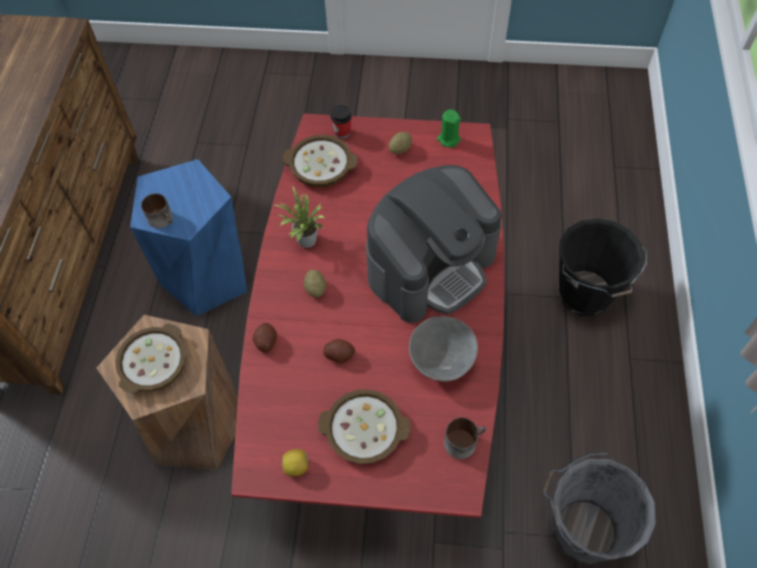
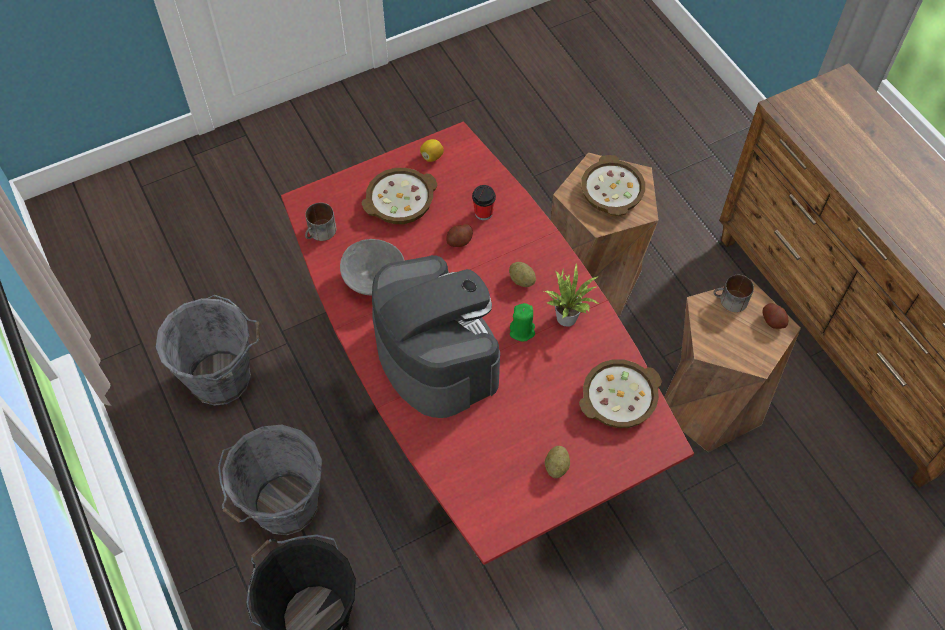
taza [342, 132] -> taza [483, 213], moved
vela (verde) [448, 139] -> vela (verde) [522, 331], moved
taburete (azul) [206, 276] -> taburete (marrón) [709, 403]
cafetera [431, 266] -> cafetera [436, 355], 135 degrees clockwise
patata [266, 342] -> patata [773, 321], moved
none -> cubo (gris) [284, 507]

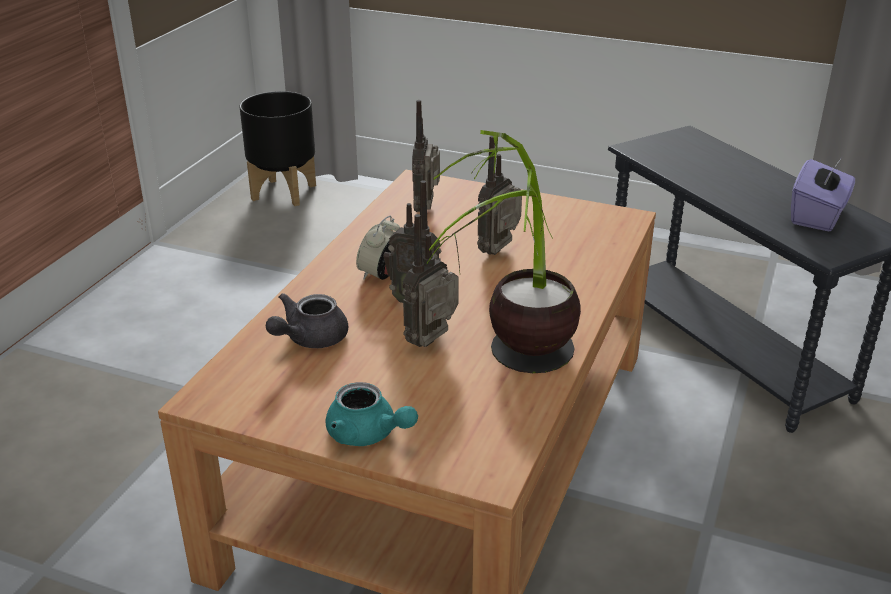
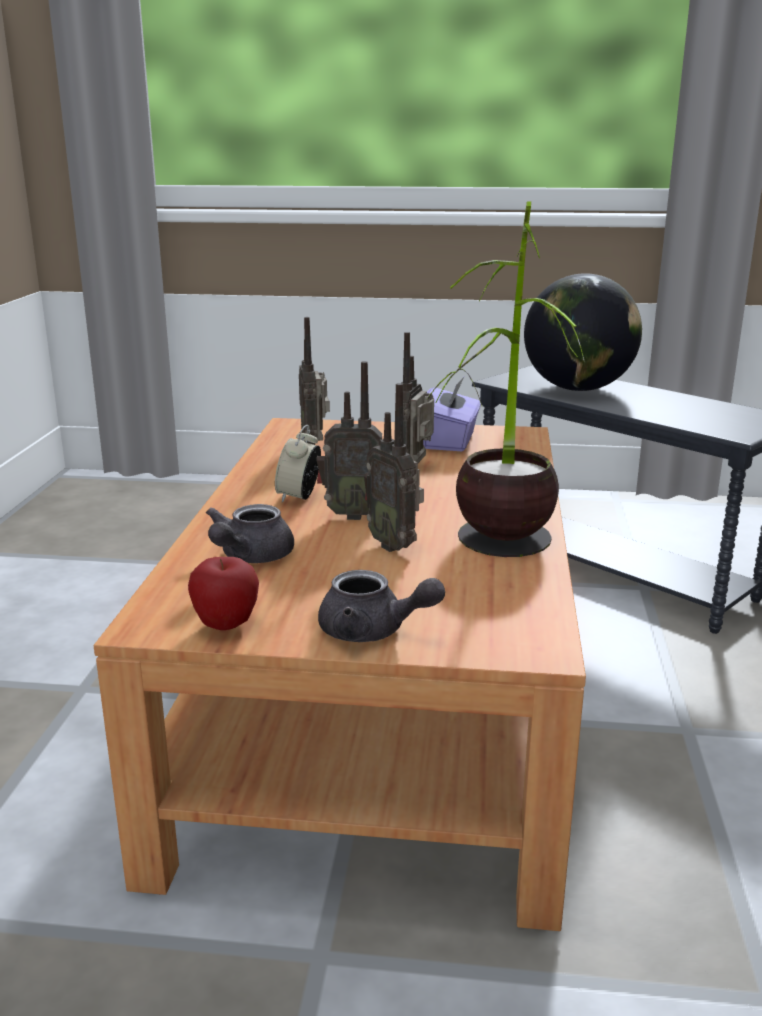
maceta (negro) [284, 192] -> none
caja de pañuelos (morado) [818, 216] -> caja de pañuelos (morado) [450, 441], moved
radio [433, 343] -> radio [394, 545], 60 degrees counterclockwise
tetera (turquesa) [368, 434] -> tetera (gris) [373, 631]
none -> globo terráqueo [577, 389]
none -> manzana [226, 625]

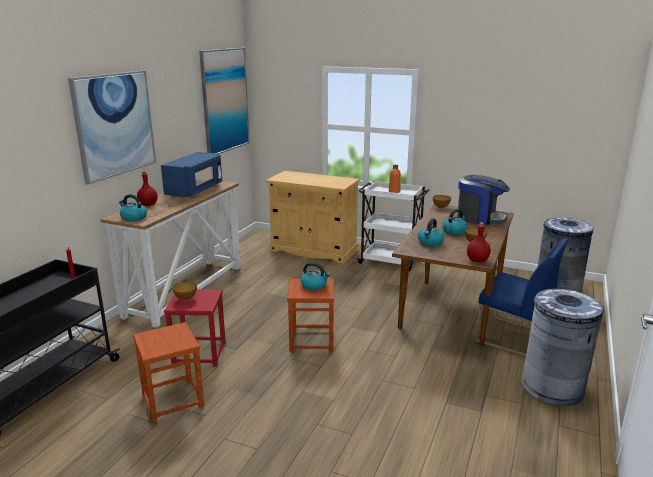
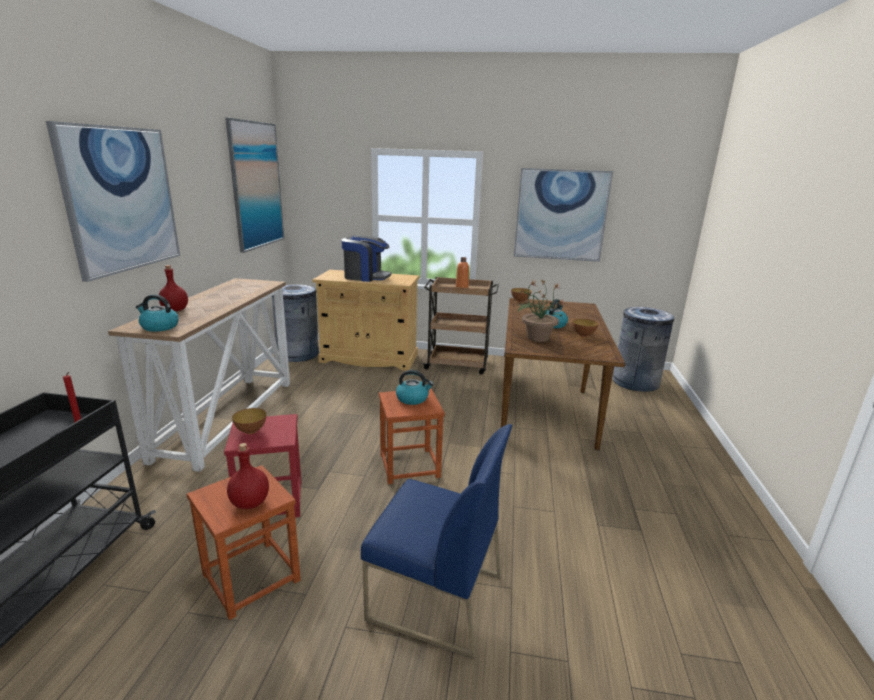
microondas (azul) [195, 190] -> none
cafetera [480, 218] -> cafetera [366, 277], moved
carrito (blanco) [390, 261] -> carrito (marrón) [458, 365]
hervidor [430, 242] -> planta en maceta [537, 338]
botella (rojo) [477, 260] -> botella (rojo) [249, 503], moved
silla (azul) [514, 338] -> silla (azul) [434, 597], moved
papelera (gris) [552, 387] -> papelera (gris) [298, 354], moved
none -> cuadro [561, 215]

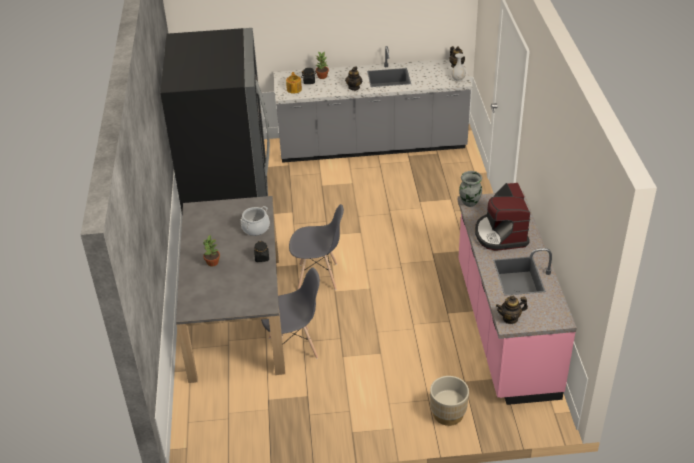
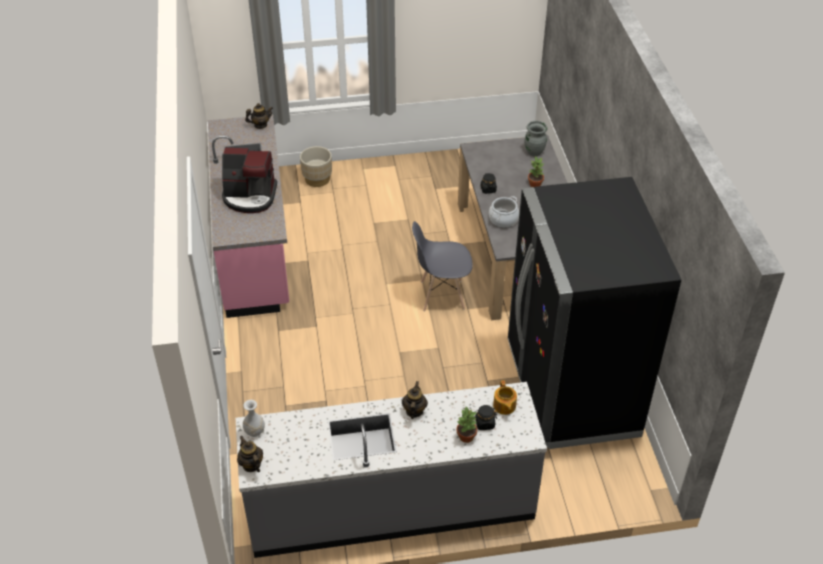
florero (gris) [469, 203] -> florero (gris) [534, 152], moved
cafetera [501, 234] -> cafetera [250, 196], 105 degrees clockwise
silla (gris) [293, 347] -> none

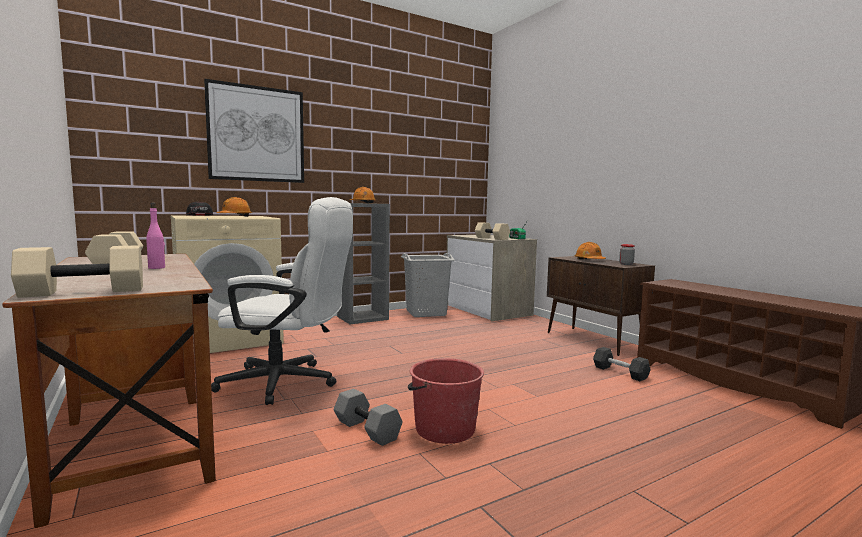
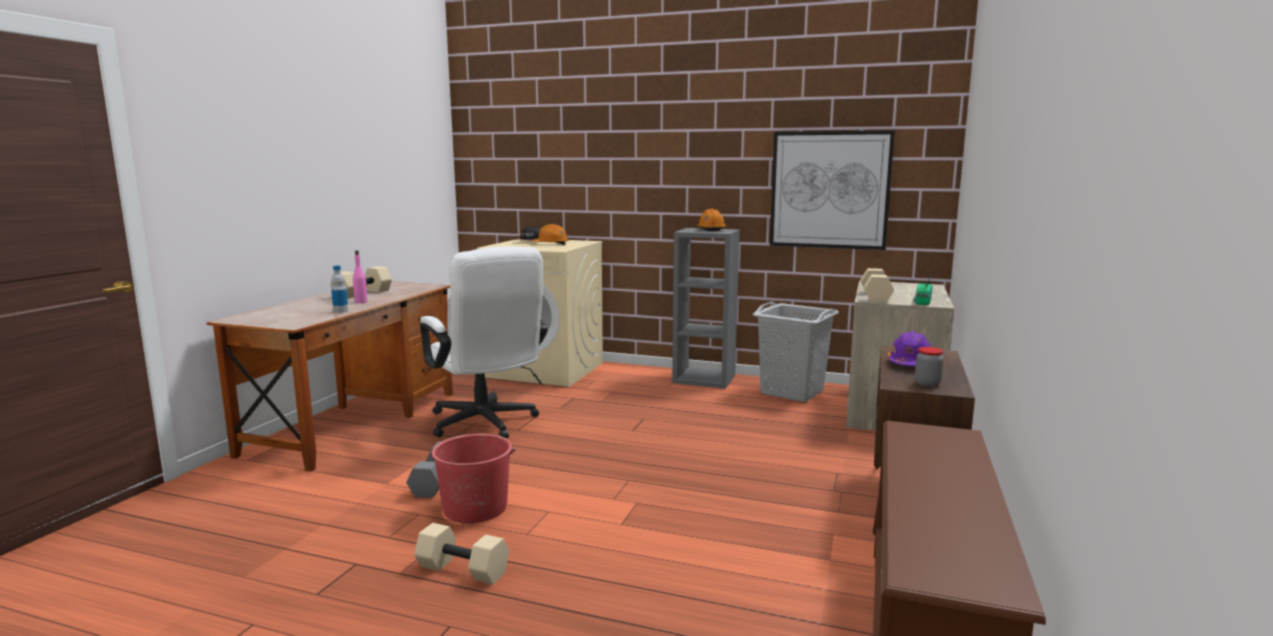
cuadro [256, 134] -> cuadro [829, 190], moved
casco (naranja) [589, 260] -> casco (morado) [909, 364]
mancuerna (beis) [83, 292] -> mancuerna (beis) [461, 570], moved
mancuerna (negro) [620, 372] -> none
none -> botella [340, 311]

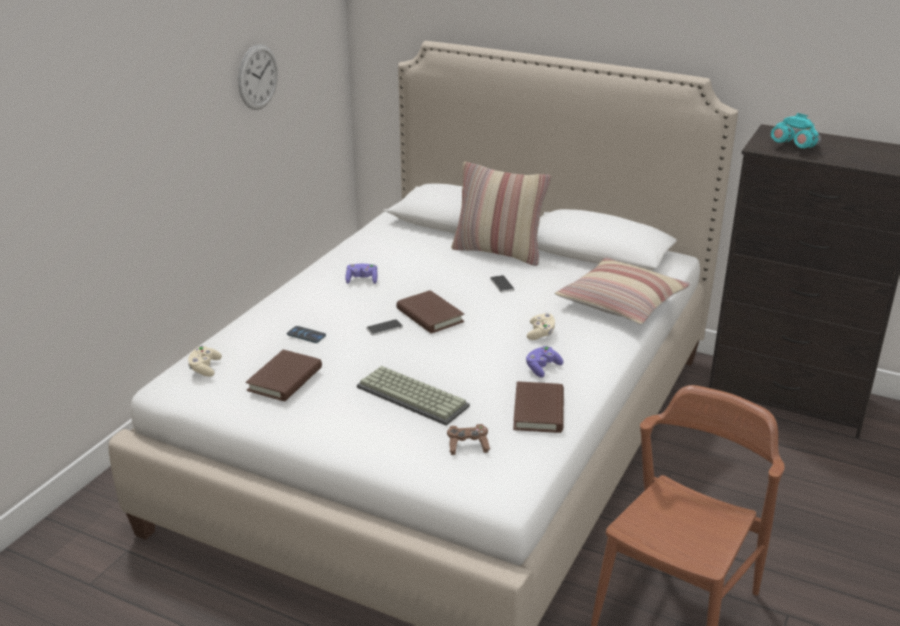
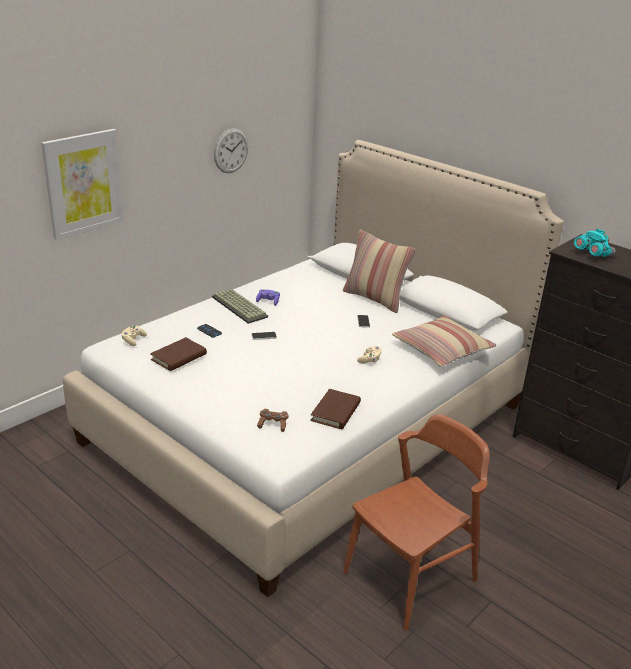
libro (marrón) [429, 315] -> none
mando de consola (morado) [542, 368] -> none
teclado [414, 396] -> teclado [241, 307], moved
none -> cuadro [83, 183]

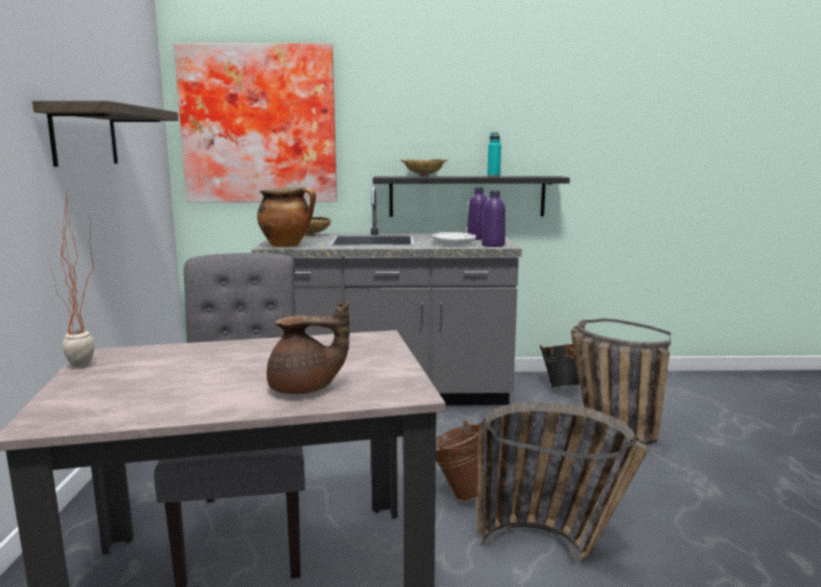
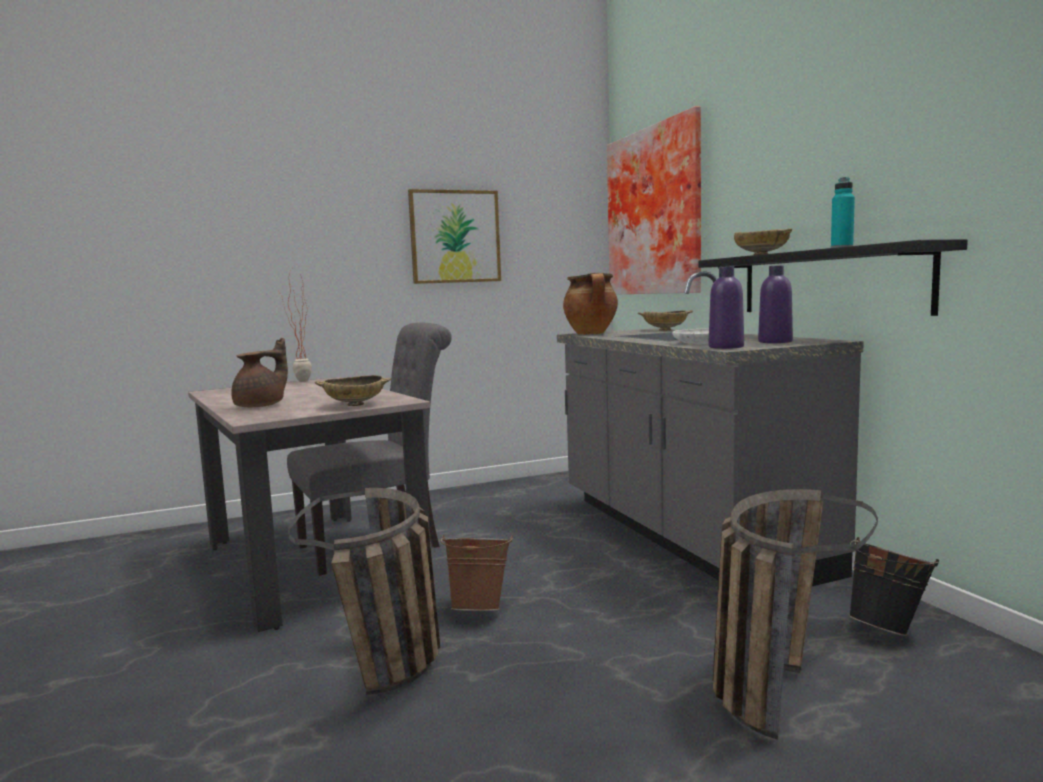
estante [84, 136] -> cuadro [455, 237]
tetera (marrón) [305, 389] -> tetera (marrón) [262, 405], 120 degrees counterclockwise
none -> cuenco (beis) [355, 405]

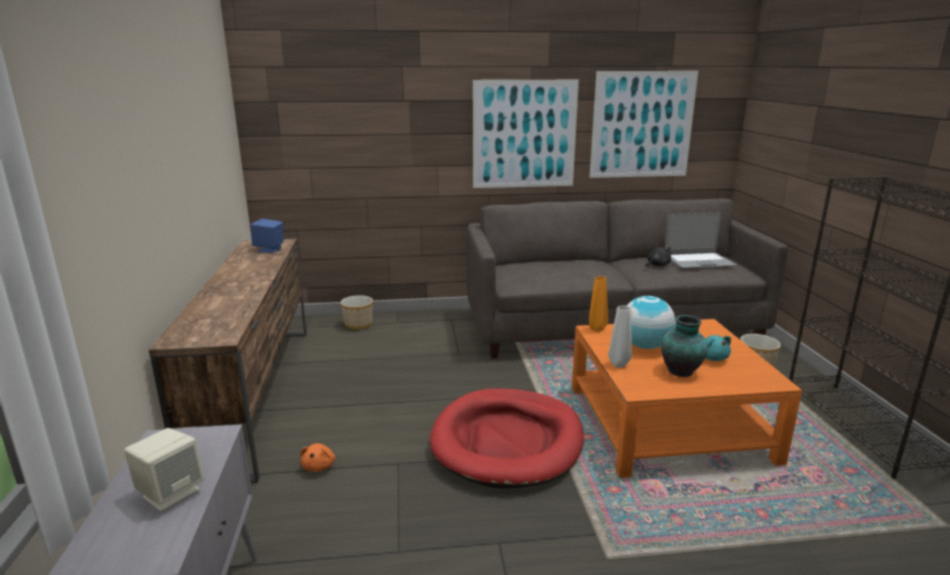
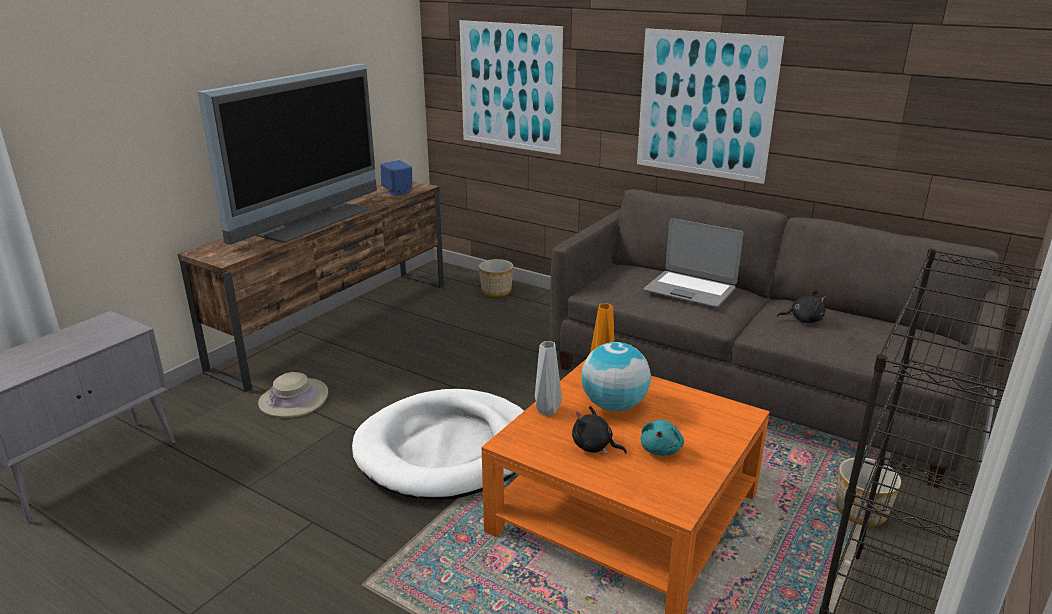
cuadro [642, 125] -> cuadro [510, 86], moved
portátil [698, 261] -> portátil [690, 290], moved
florero [681, 372] -> peluche (negro) [594, 447]
cama para perro (rojo) [507, 441] -> cama para perro (blanco) [447, 449]
altavoz (beis) [171, 493] -> none
peluche (naranja) [319, 466] -> sombrero (beis) [294, 399]
none -> televisor [311, 221]

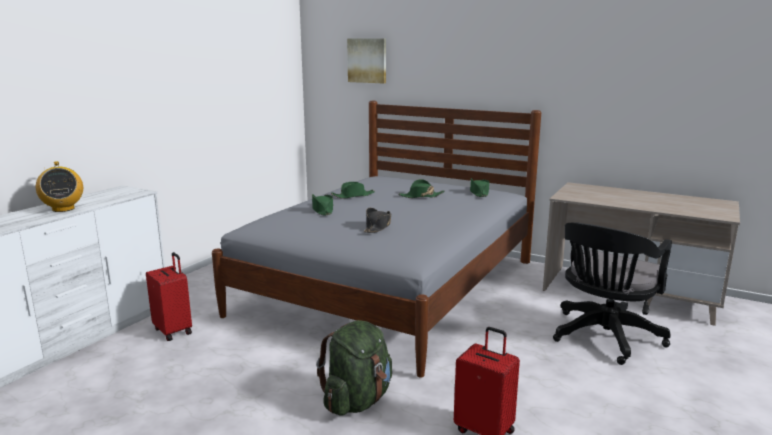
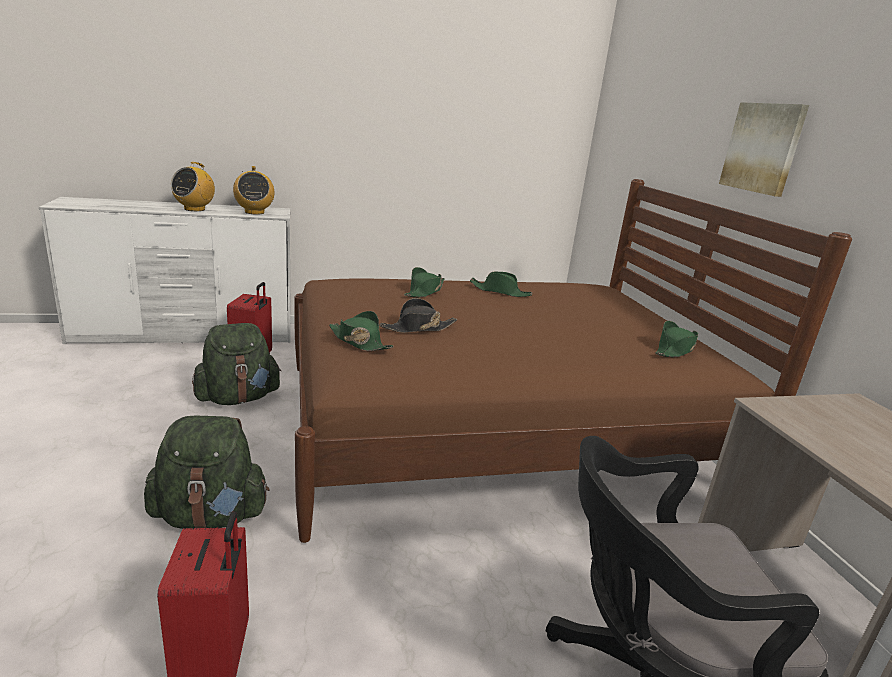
cuadro [367, 60] -> cuadro [763, 148], moved
cama (gris) [390, 287] -> cama (marrón) [494, 428]
sombrero (verde) [421, 196] -> sombrero (verde) [359, 341], moved
none -> radio [254, 212]
none -> mochila (verde) [238, 398]

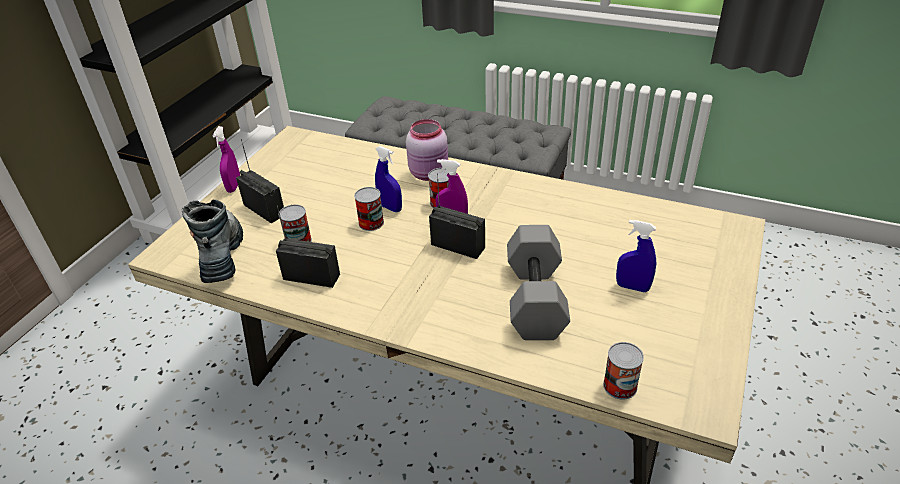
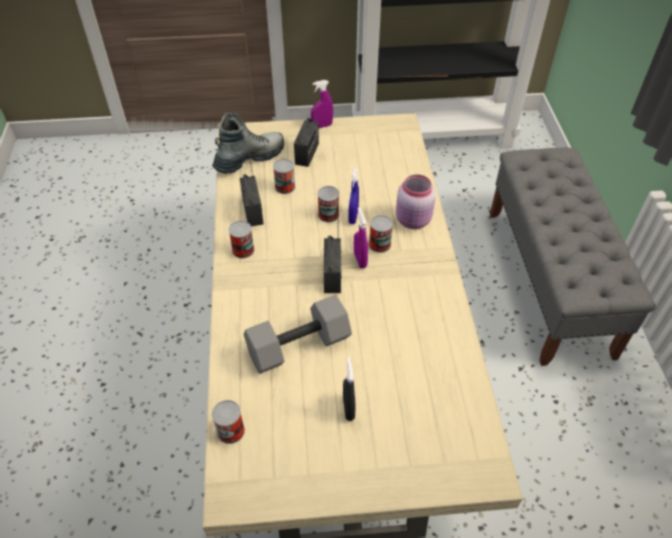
pulverizador (azul) [632, 287] -> pulverizador (negro) [348, 408]
none -> lata [243, 250]

